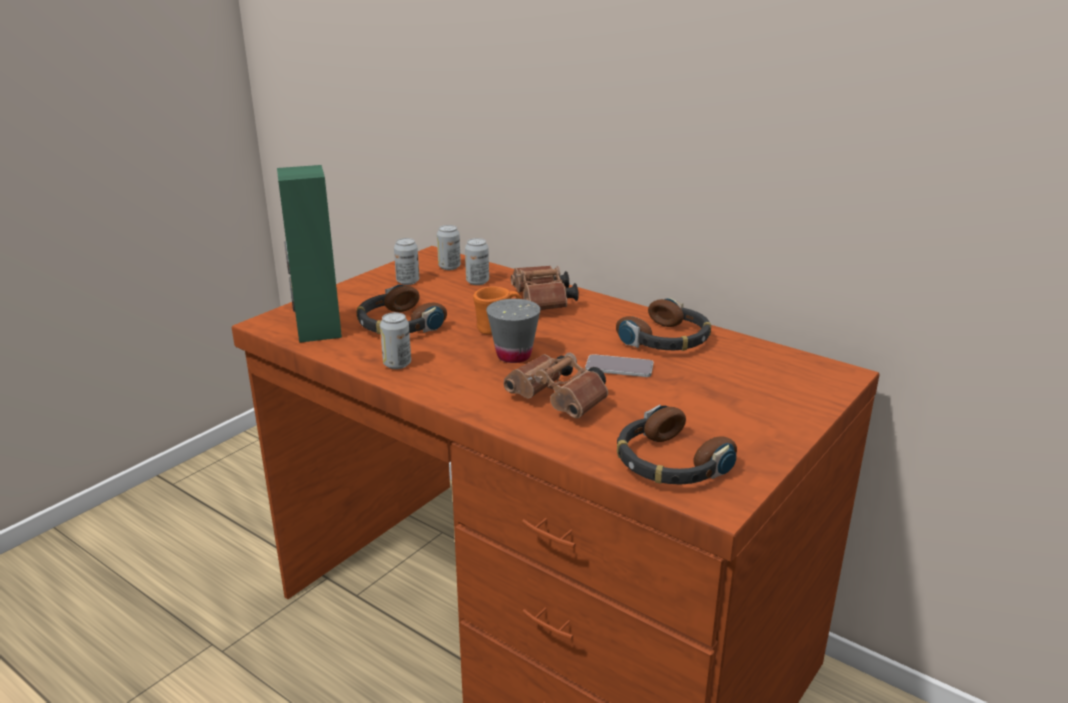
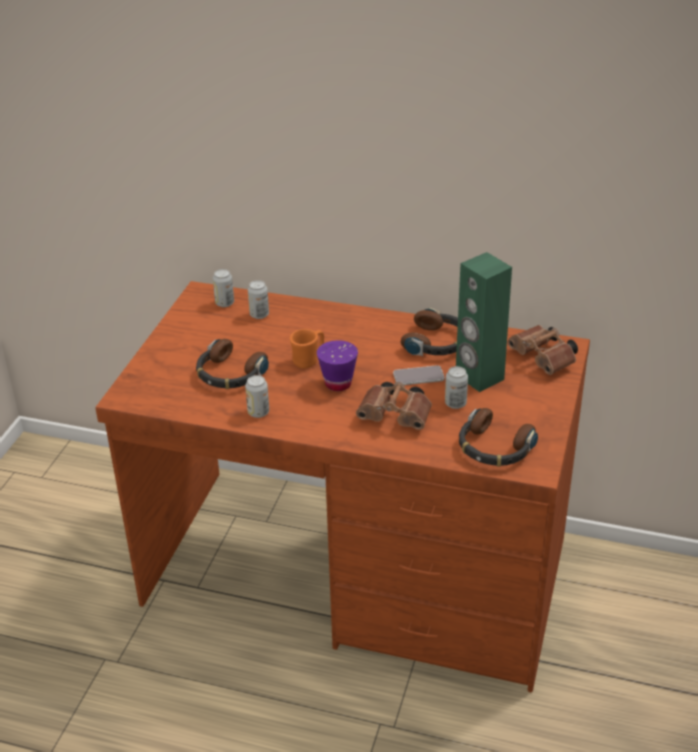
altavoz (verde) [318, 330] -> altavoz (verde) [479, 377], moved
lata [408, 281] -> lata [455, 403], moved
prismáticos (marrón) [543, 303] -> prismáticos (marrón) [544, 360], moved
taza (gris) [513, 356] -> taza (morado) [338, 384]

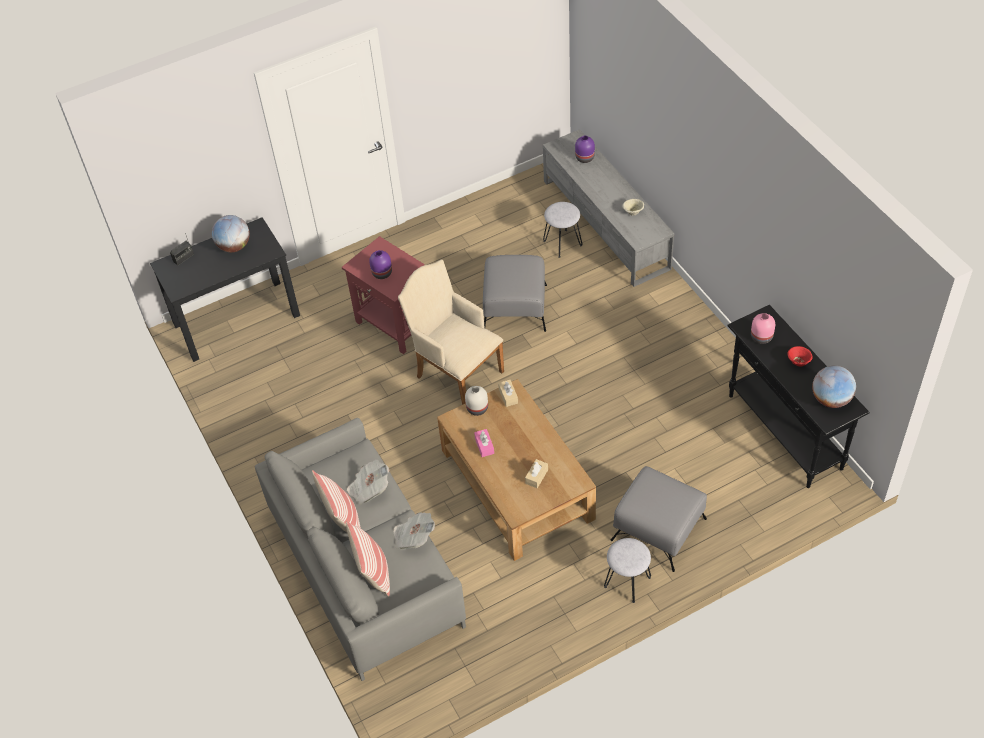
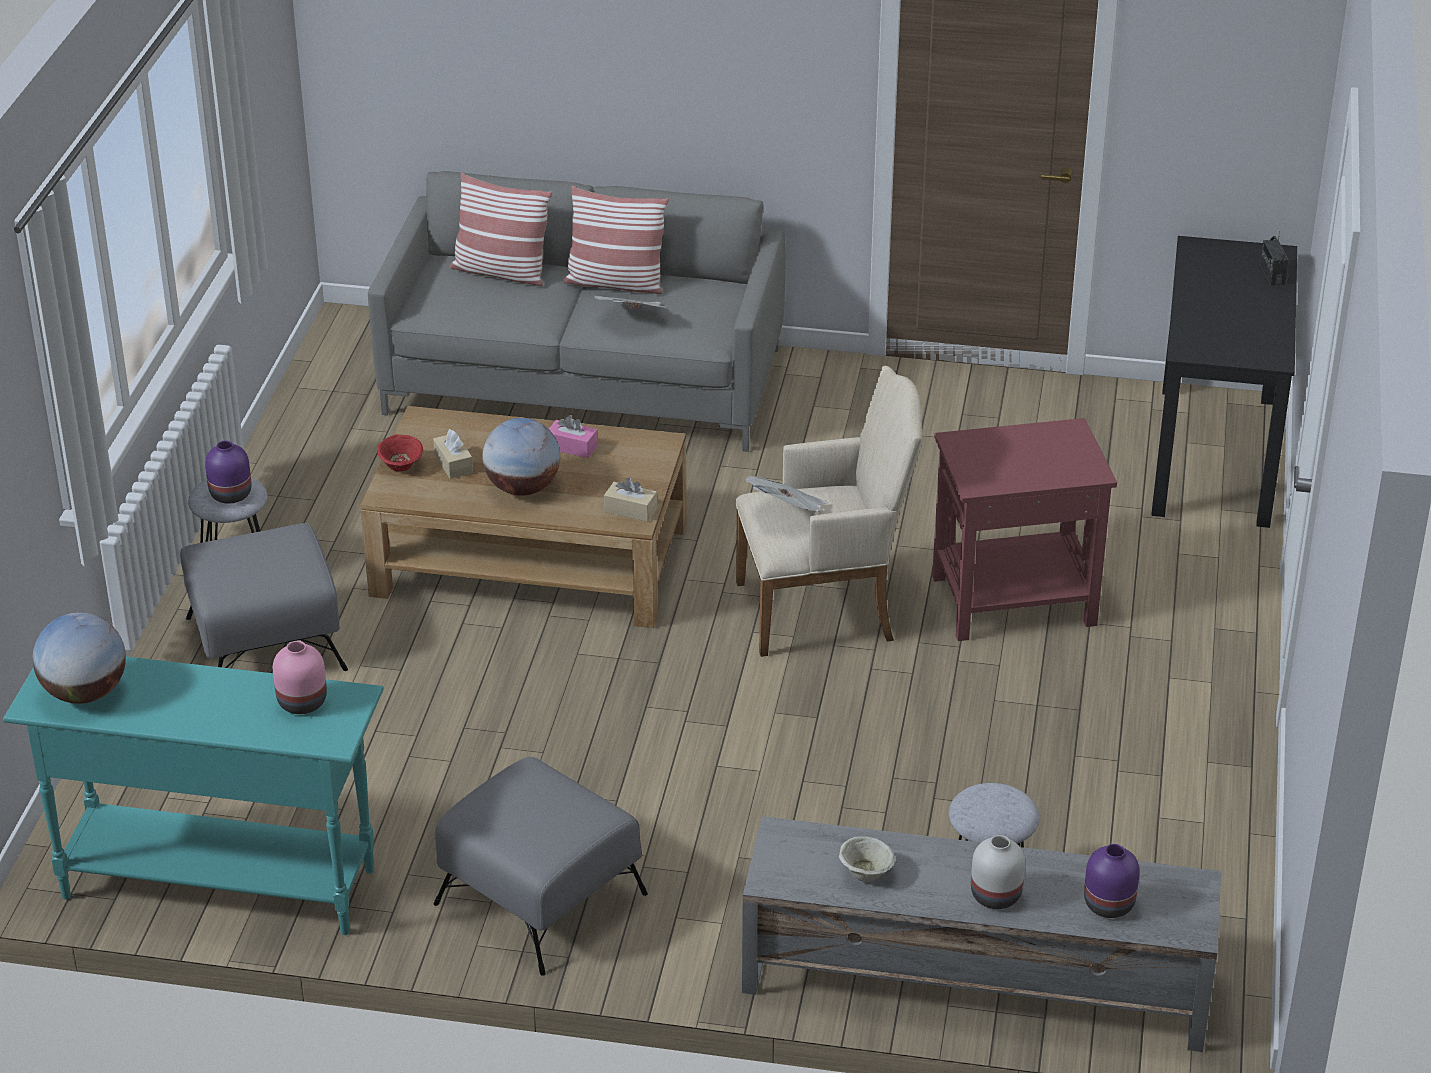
globo terráqueo [234, 246] -> globo terráqueo [522, 488], moved
florero (morado) [382, 273] -> florero (morado) [232, 494], moved
puf (gris) [514, 308] -> puf (gris) [540, 897], moved
mesa consola (negro) [784, 432] -> mesa consola (turquesa) [218, 883]
cuenco (rojo) [798, 362] -> cuenco (rojo) [401, 466], moved
florero (blanco) [477, 408] -> florero (blanco) [996, 896], moved
periódico [414, 537] -> periódico [788, 512], moved

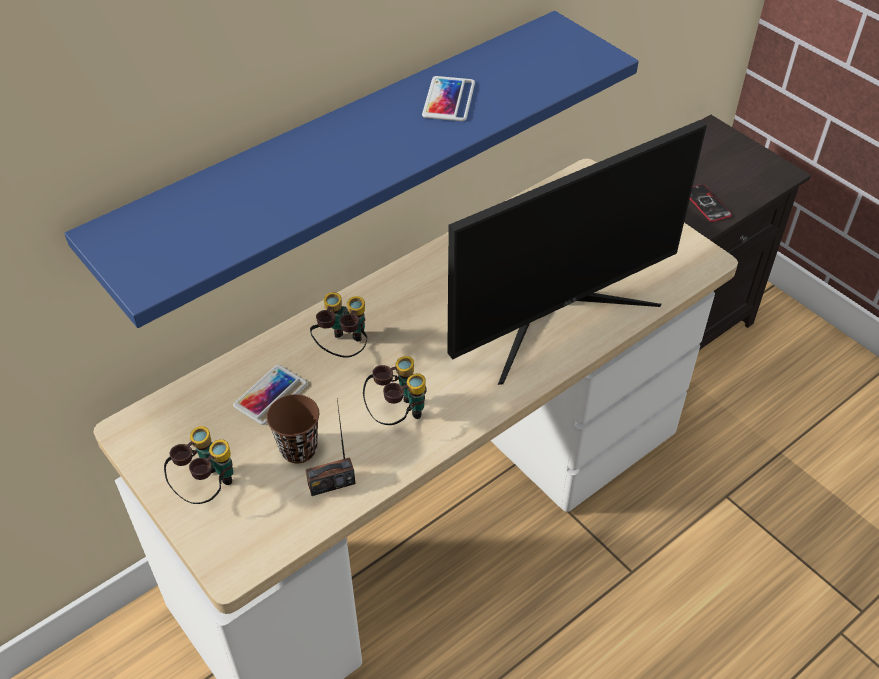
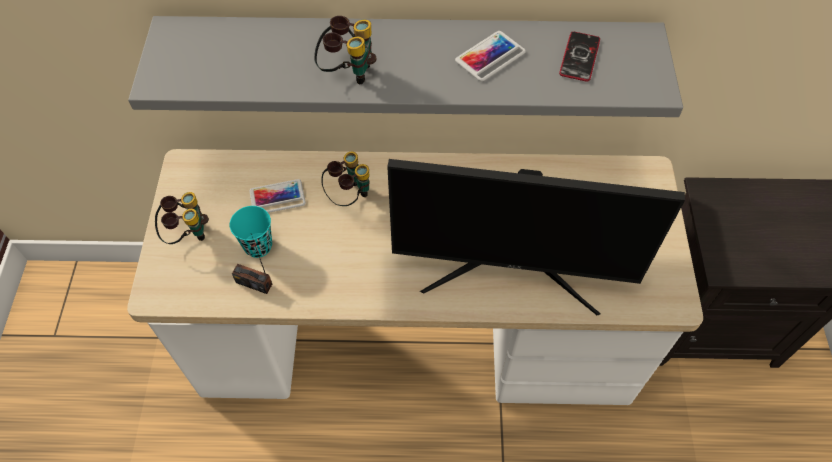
estante (azul) [342, 153] -> estante (gris) [408, 54]
móvil [706, 204] -> móvil [579, 57], moved
prismáticos [397, 414] -> prismáticos [348, 71], moved
taza (marrón) [298, 449] -> taza (turquesa) [258, 246]

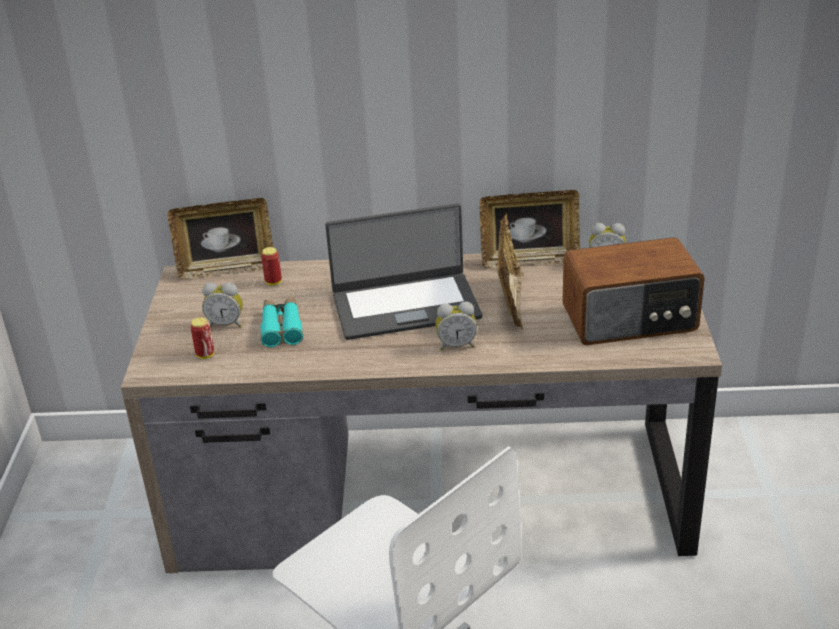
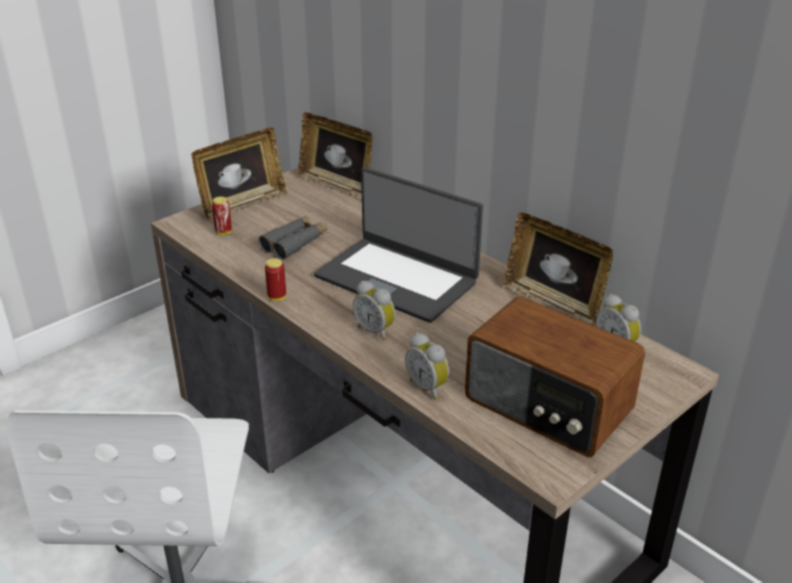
portarretratos [511, 303] -> portarretratos [242, 204], moved
lata [273, 282] -> lata [277, 297], moved
despertador [226, 324] -> despertador [428, 387], moved
prismáticos (turquesa) [282, 327] -> prismáticos (gris) [295, 243]

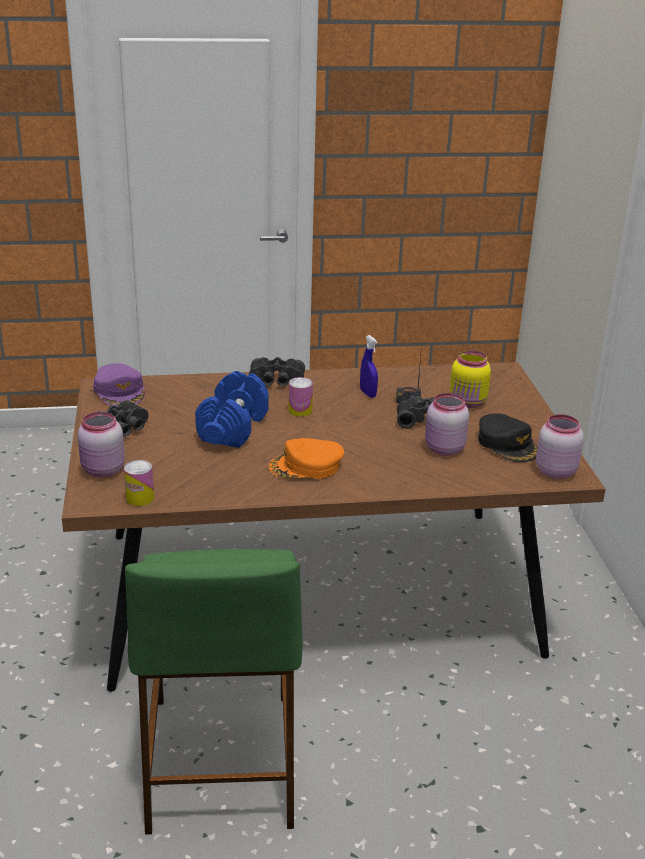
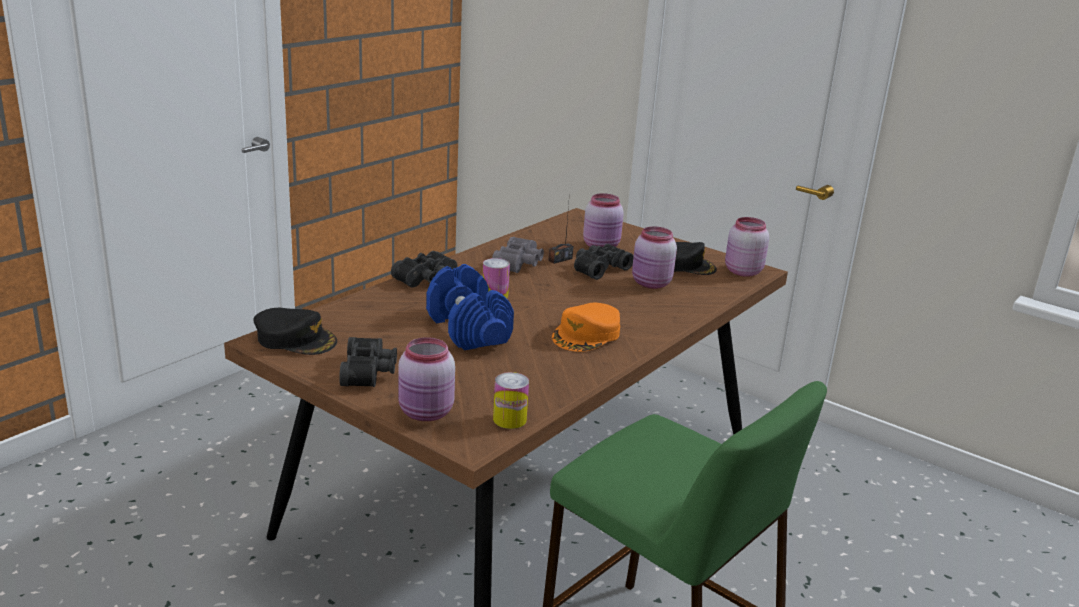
pulverizador (azul) [368, 393] -> prismáticos (gris) [520, 264]
tarro (amarillo) [468, 403] -> tarro (rosa) [602, 246]
gorra (morado) [120, 391] -> gorra (negro) [296, 339]

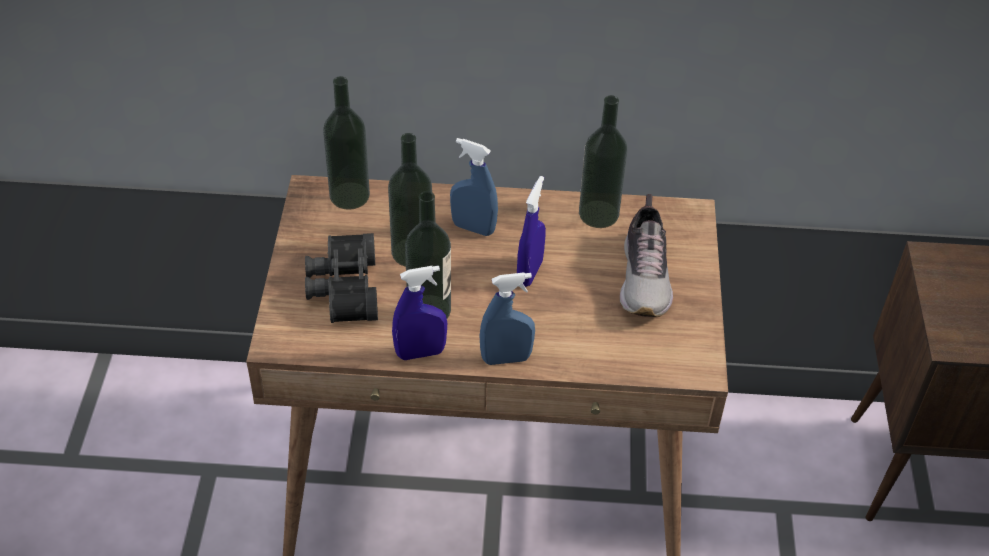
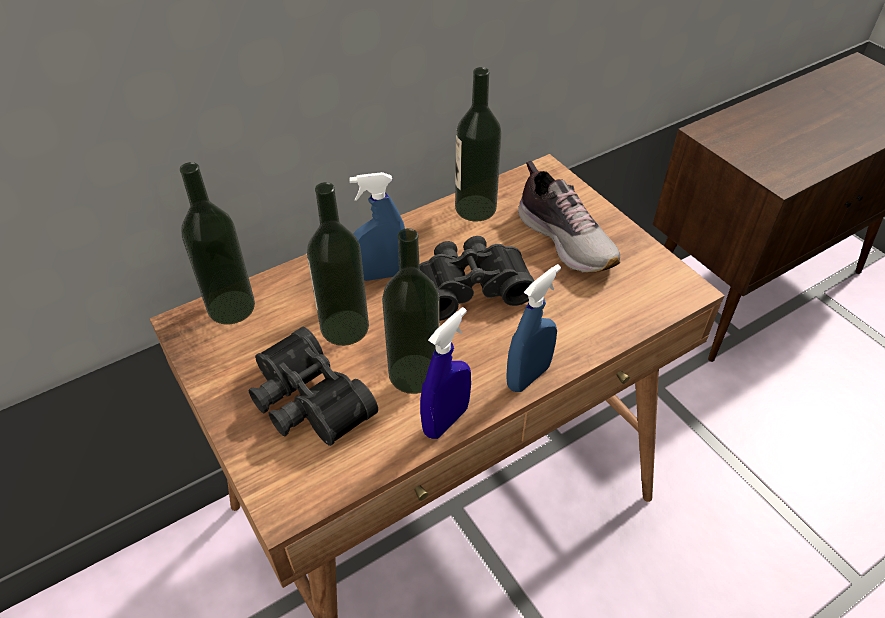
pulverizador (azul) [529, 272] -> prismáticos (negro) [469, 286]

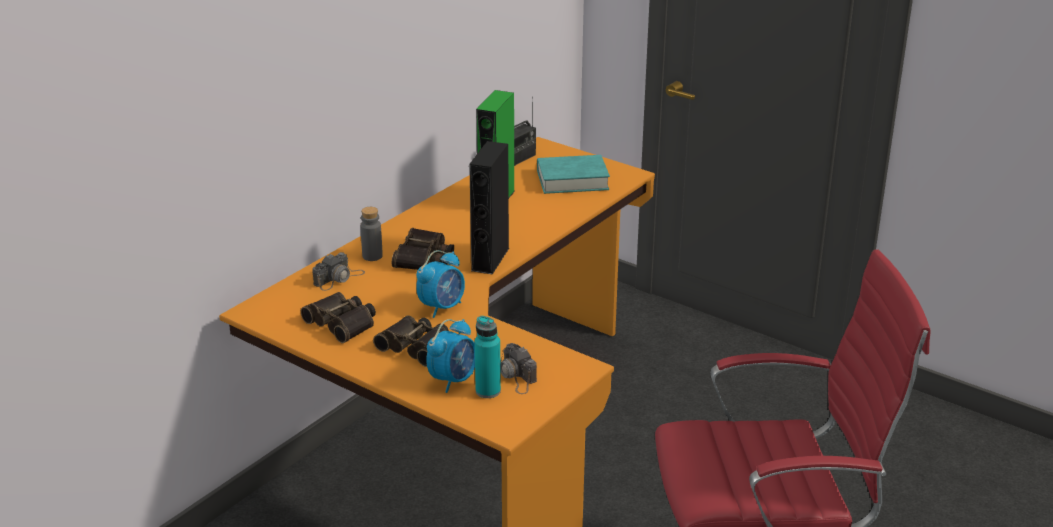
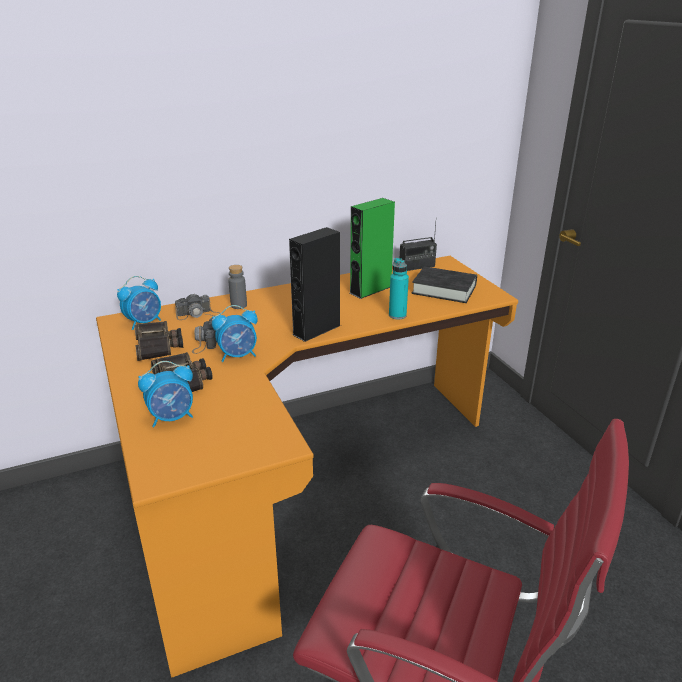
libro (turquesa) [572, 180] -> libro (negro) [444, 289]
prismáticos [424, 258] -> none
botella (turquesa) [488, 391] -> botella (turquesa) [397, 315], moved
cámara [516, 376] -> cámara [206, 341], moved
none -> despertador [144, 322]

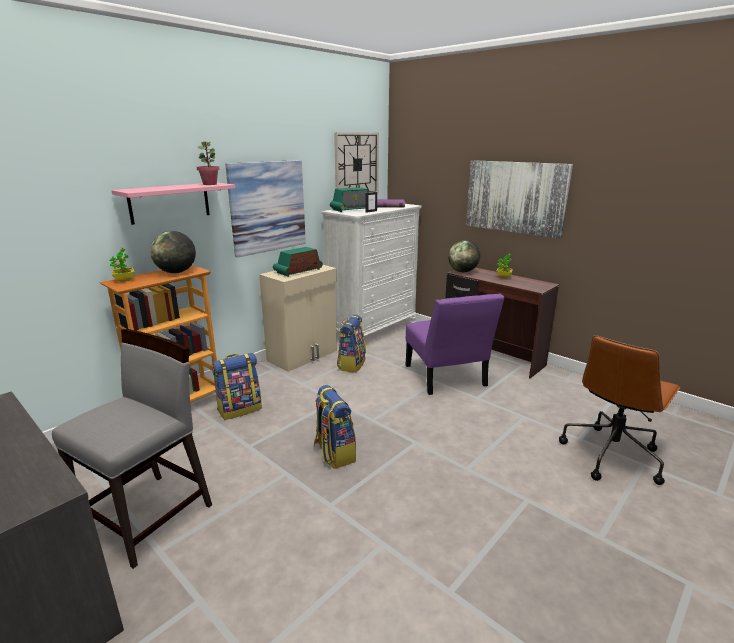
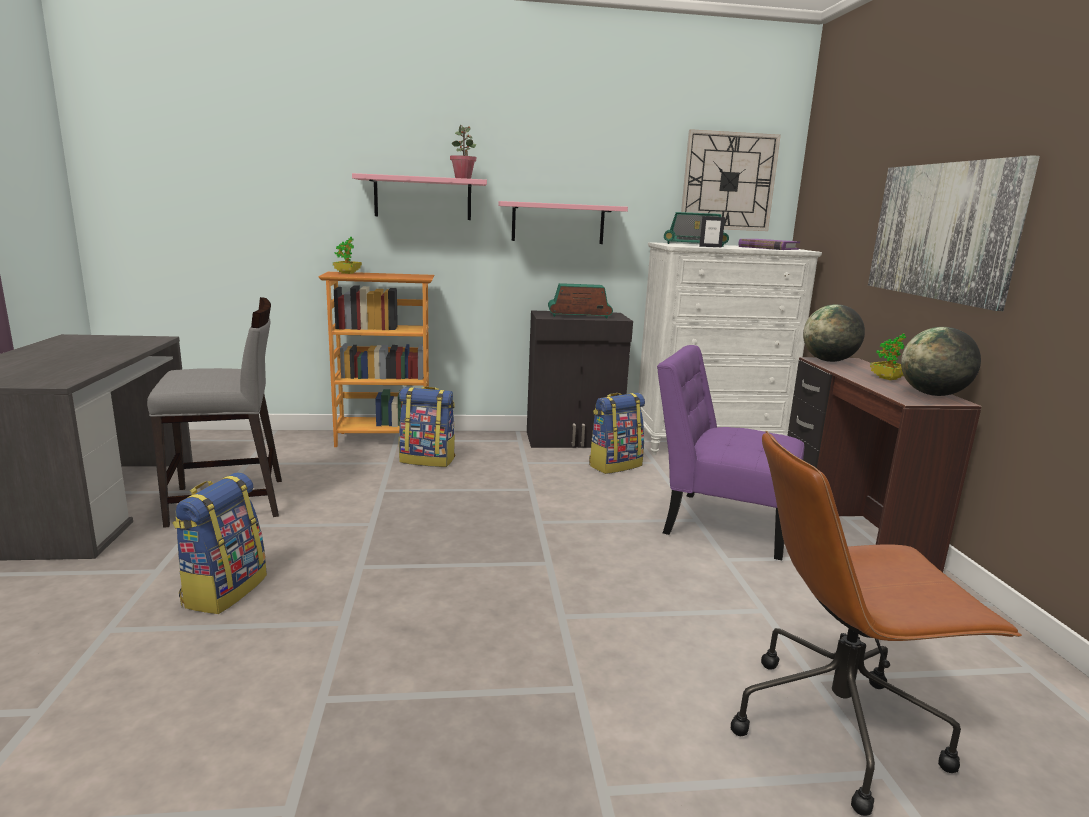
cuadro [268, 207] -> estante (rosa) [558, 223]
globo terráqueo [176, 272] -> globo terráqueo [933, 394], moved
armario (beis) [303, 355] -> armario (negro) [574, 440]
silla (morado) [446, 378] -> silla (morado) [720, 522], 90 degrees clockwise
mochila [334, 453] -> mochila [224, 590], moved

